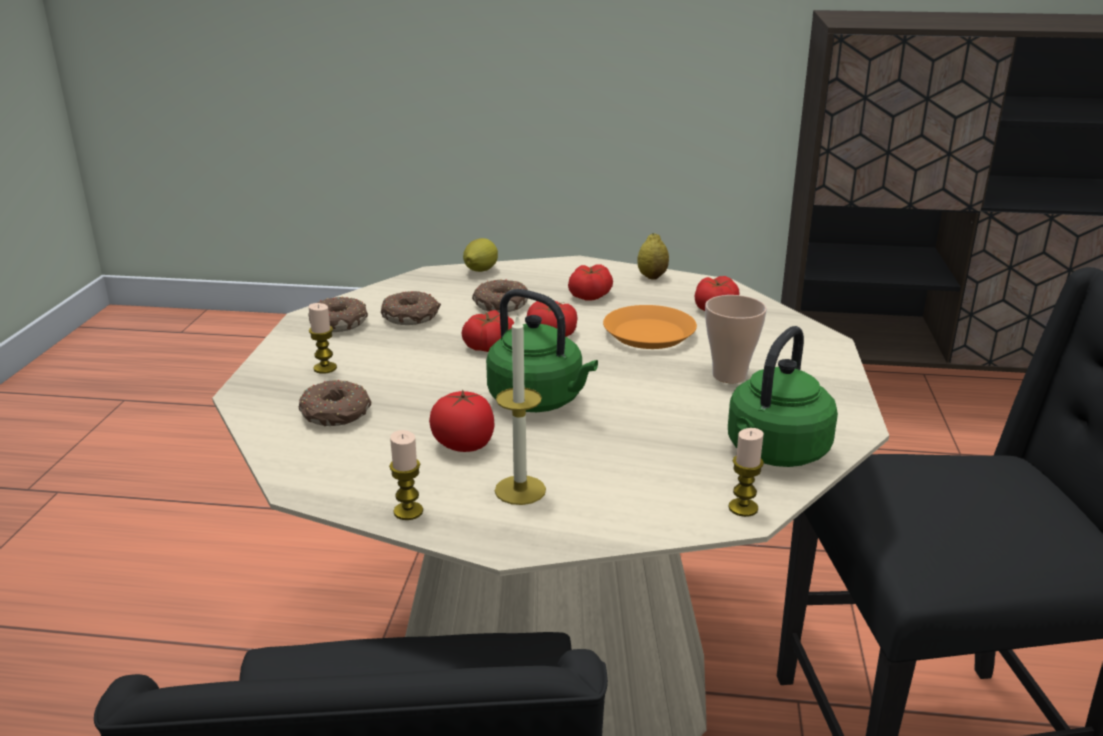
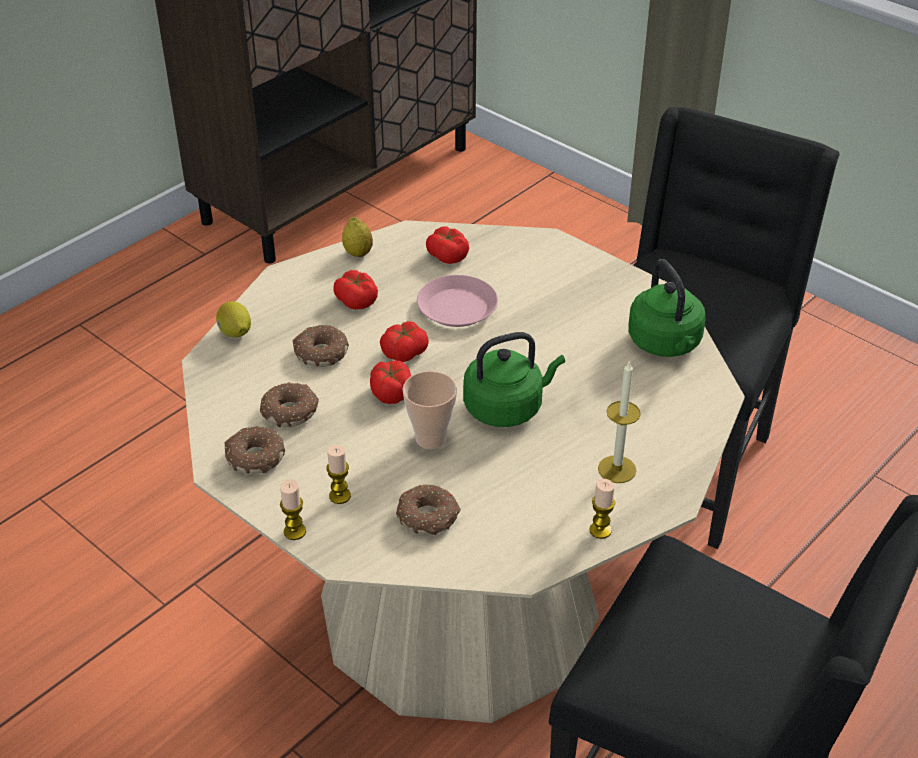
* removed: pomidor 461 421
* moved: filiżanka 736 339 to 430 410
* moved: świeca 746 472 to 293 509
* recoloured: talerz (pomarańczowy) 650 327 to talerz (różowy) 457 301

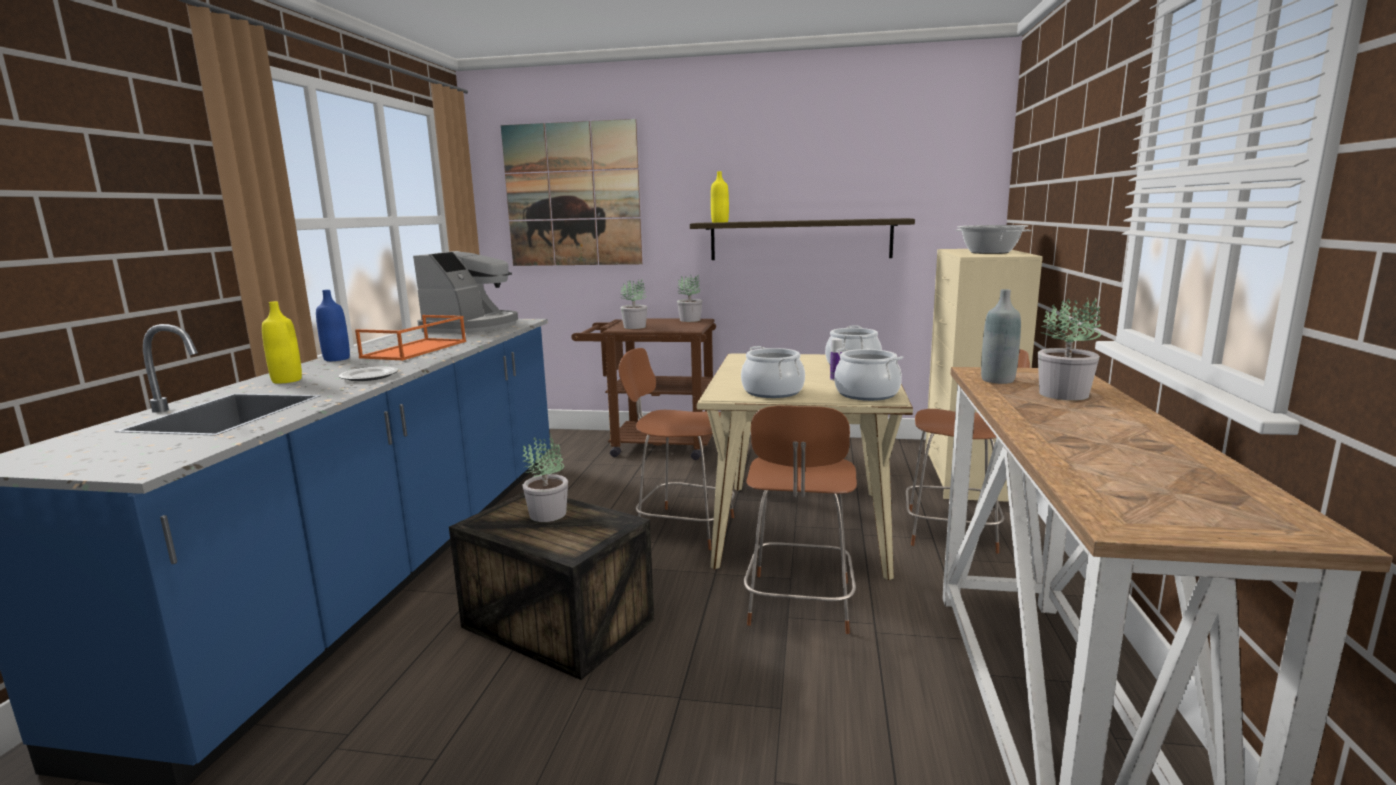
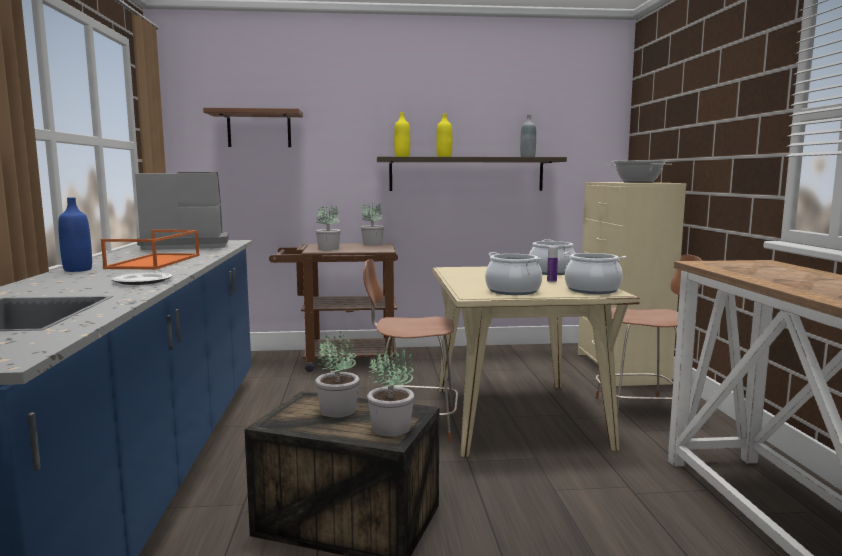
* removed: krzesło (brązowy) 800 520
* moved: butelka (żółty) 282 342 to 444 135
* moved: butelka (szary) 1001 336 to 528 136
* moved: roślina doniczkowa 1069 348 to 390 391
* replaced: obraz 571 192 to półka (brązowy) 253 127
* turned: ekspres do kawy 465 292 = 182 211 105 degrees counterclockwise

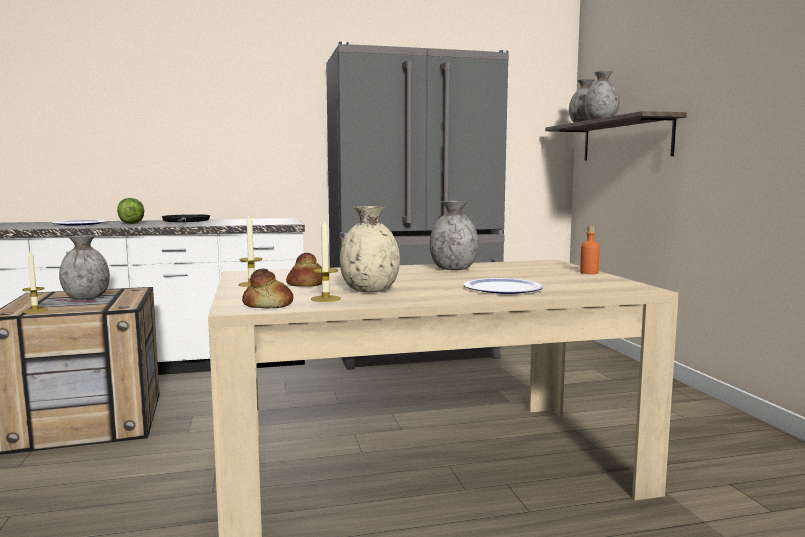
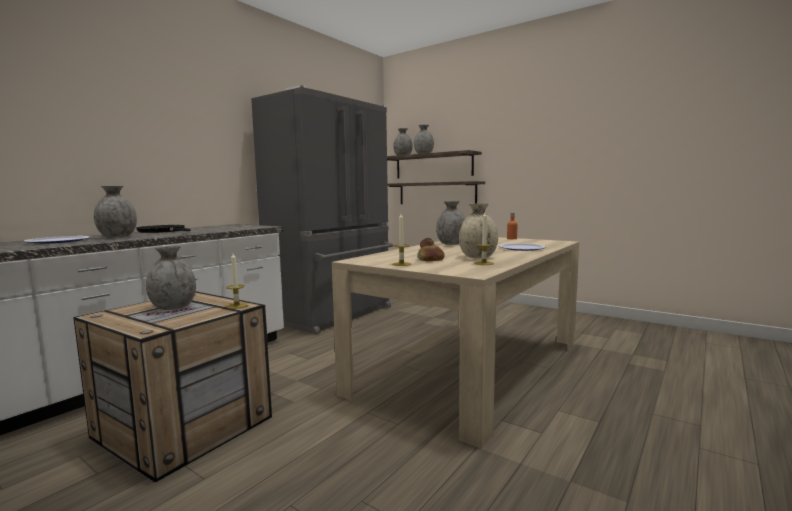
* removed: chleb 267 288
* added: półka 436 192
* moved: świeca 35 282 to 236 281
* replaced: sałata 130 211 to wazon (szary) 115 211

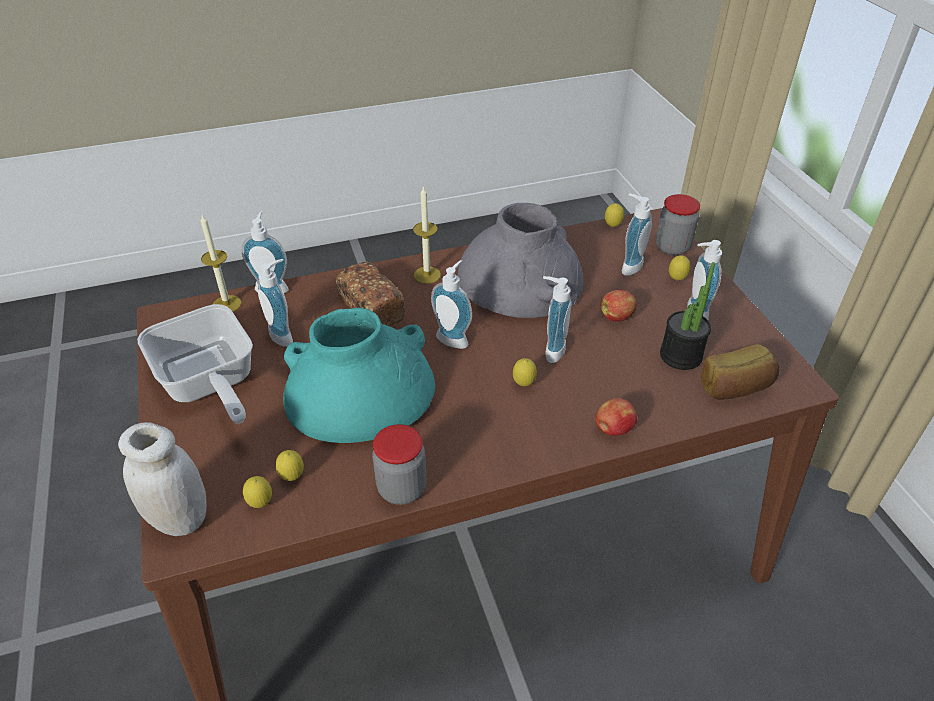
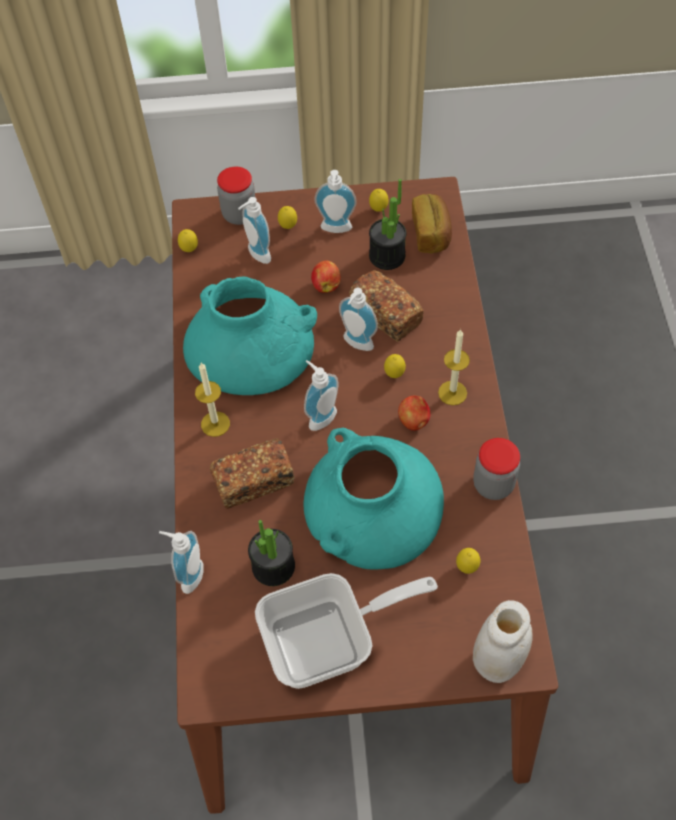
* added: chleb 386 306
* moved: świeca 221 263 to 454 367
* moved: cytryna 257 492 to 379 200
* moved: jabłko 616 417 to 414 413
* replaced: dozownik mydła 275 303 to roślina doniczkowa 271 553
* recoloured: wazon (szary) 521 260 to wazon (turkusowy) 250 336

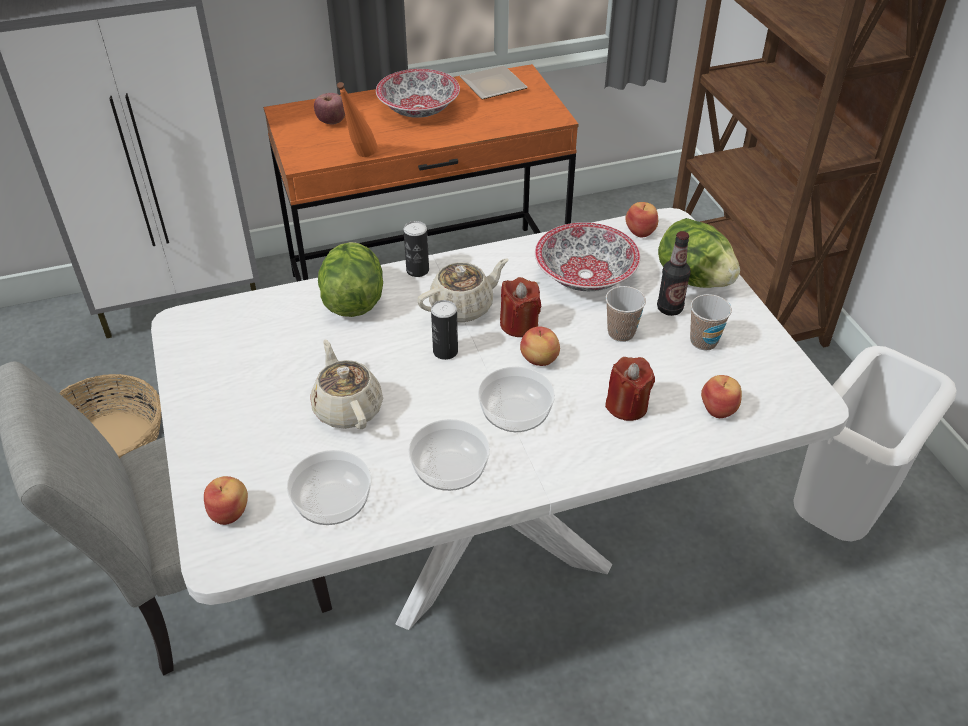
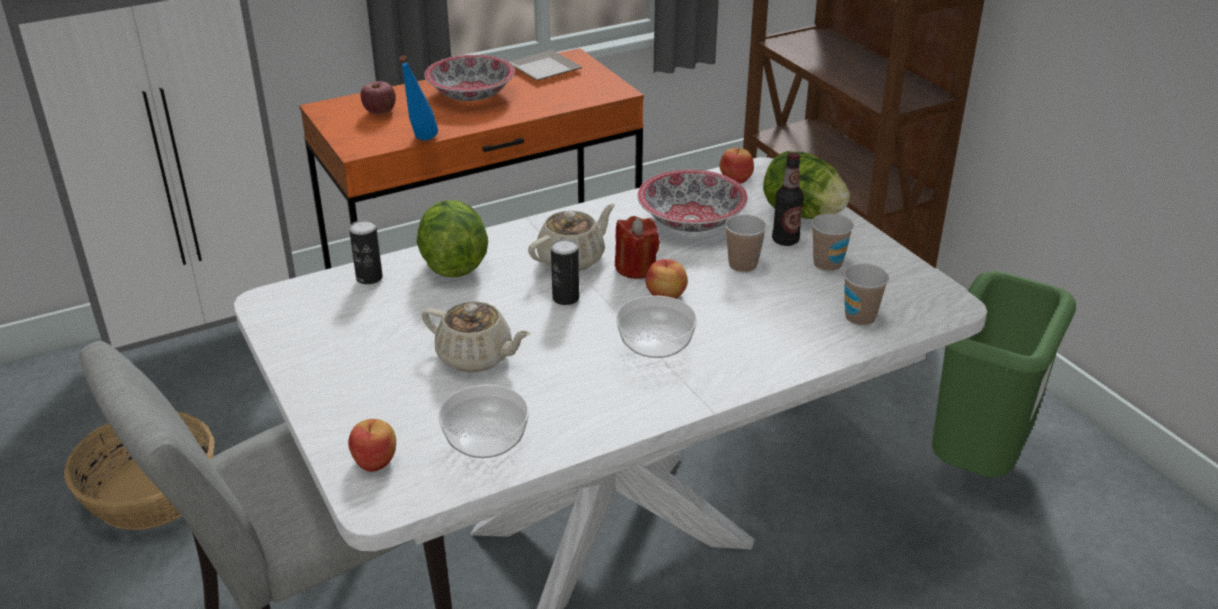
* removed: miska 449 455
* removed: świeca (czerwony) 630 389
* moved: puszka 416 249 to 366 252
* replaced: jabłko 721 396 to filiżanka 866 295
* recoloured: butelka (pomarańczowy) 357 119 to butelka (niebieski) 418 97
* recoloured: kosz na śmieci (biały) 875 444 to kosz na śmieci (zielony) 1004 374
* turned: imbryk (beżowy) 347 384 = 476 336 150 degrees clockwise

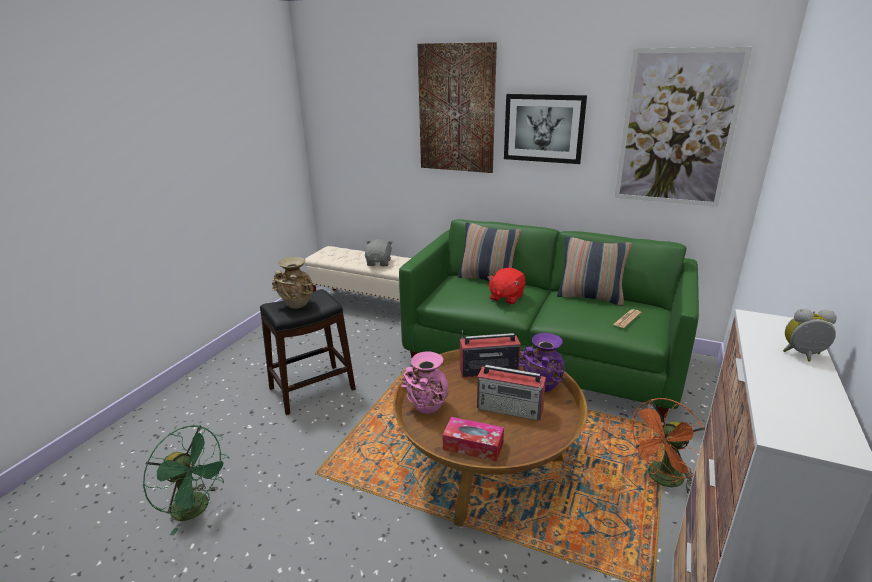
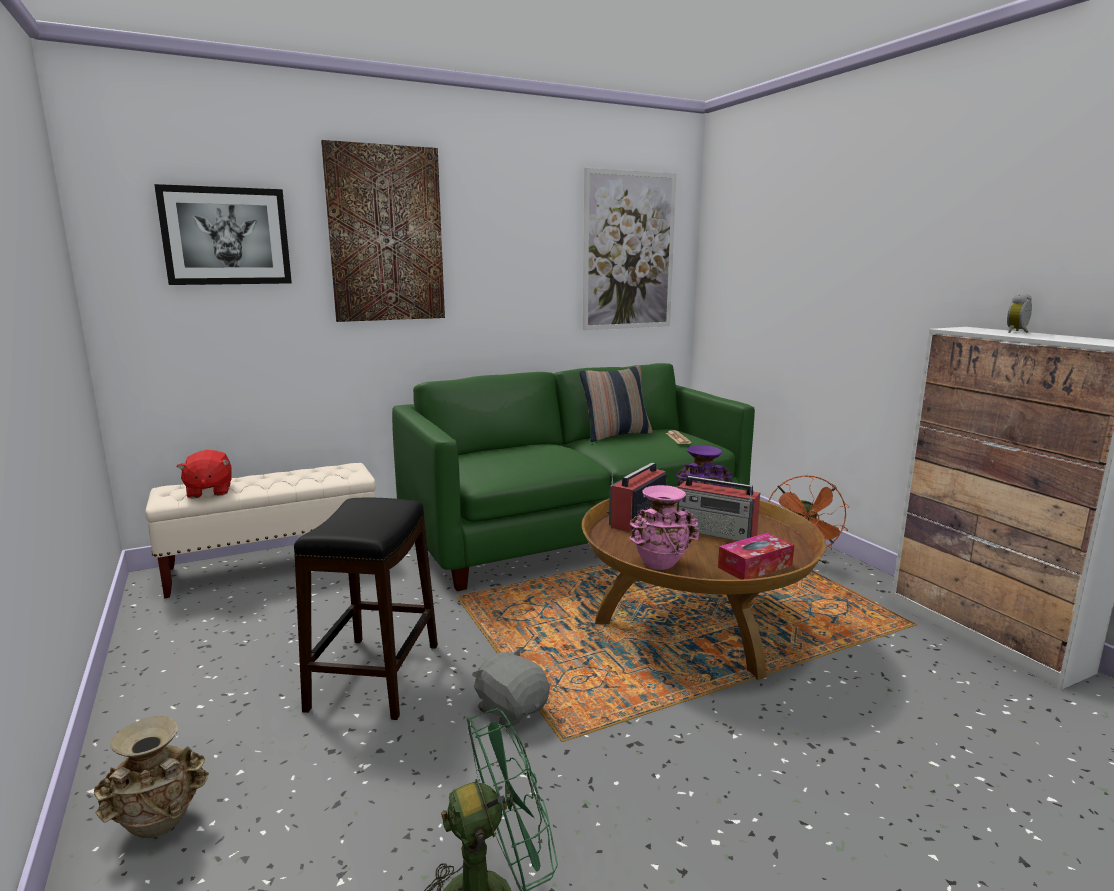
* removed: poduszka 489 251
* moved: wazon (beżowy) 292 283 to 151 777
* moved: pluszak (szary) 379 252 to 511 688
* moved: pluszak (czerwony) 507 286 to 204 474
* moved: obraz 545 129 to 223 234
* turned: radio 511 393 = 718 508 60 degrees clockwise

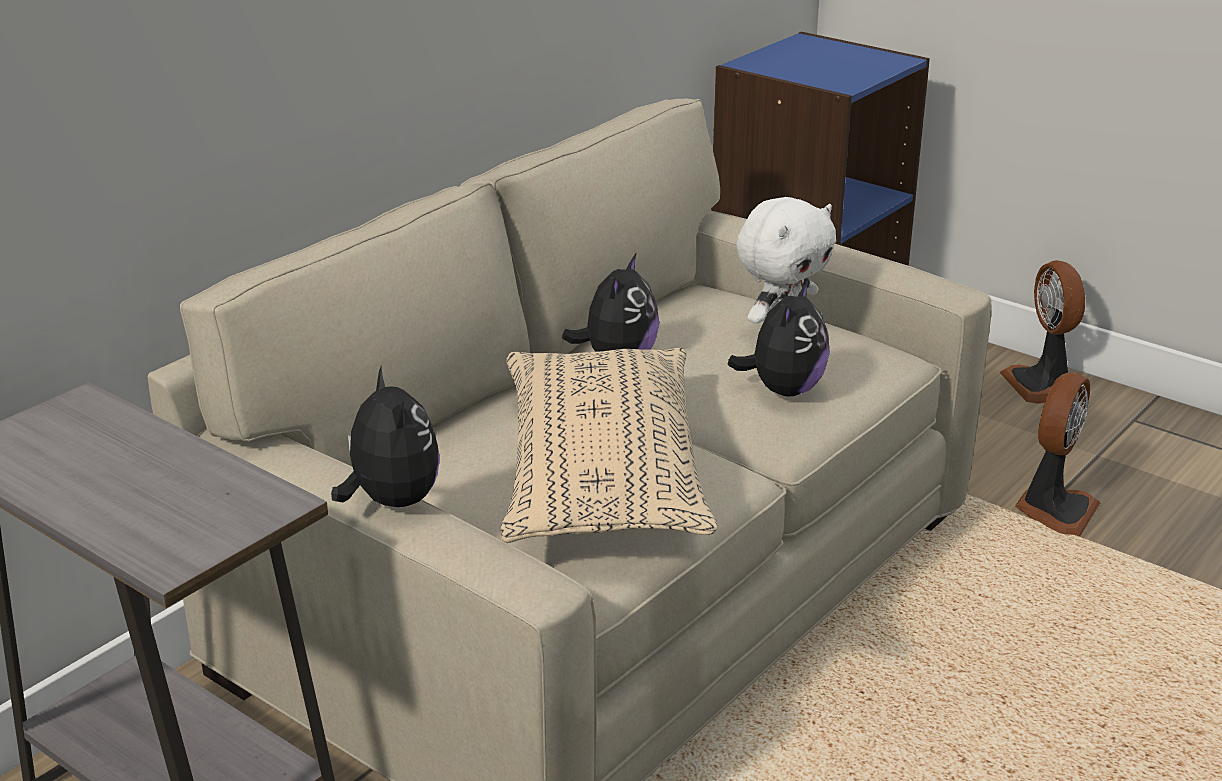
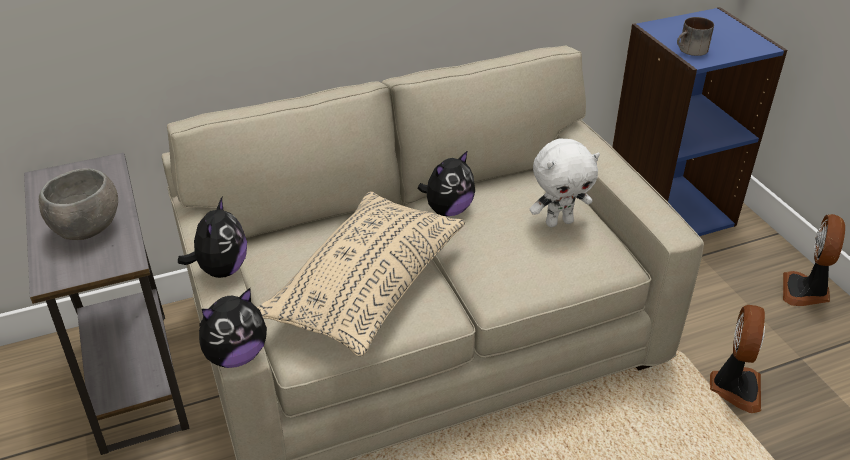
* added: miska (szary) 78 204
* added: kubek 695 36
* moved: pluszak 778 338 to 233 328
* turned: wentylator 1057 455 = 737 359 45 degrees counterclockwise

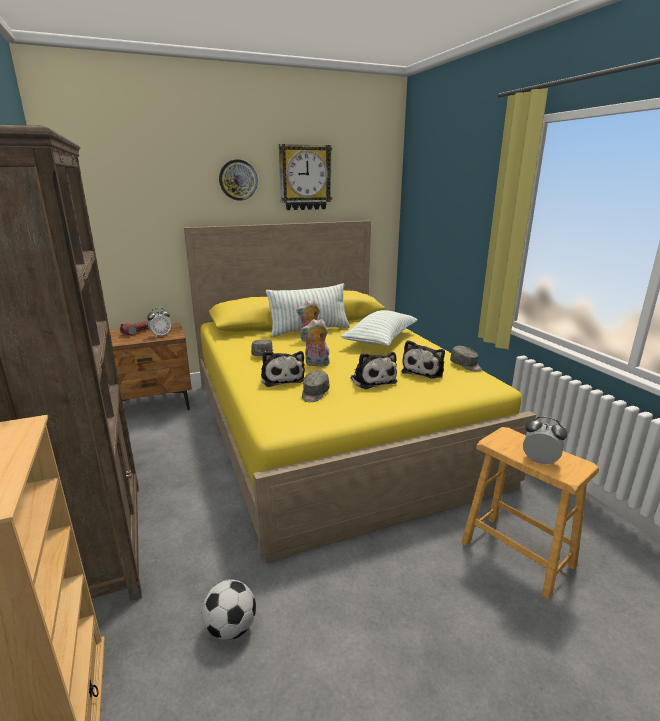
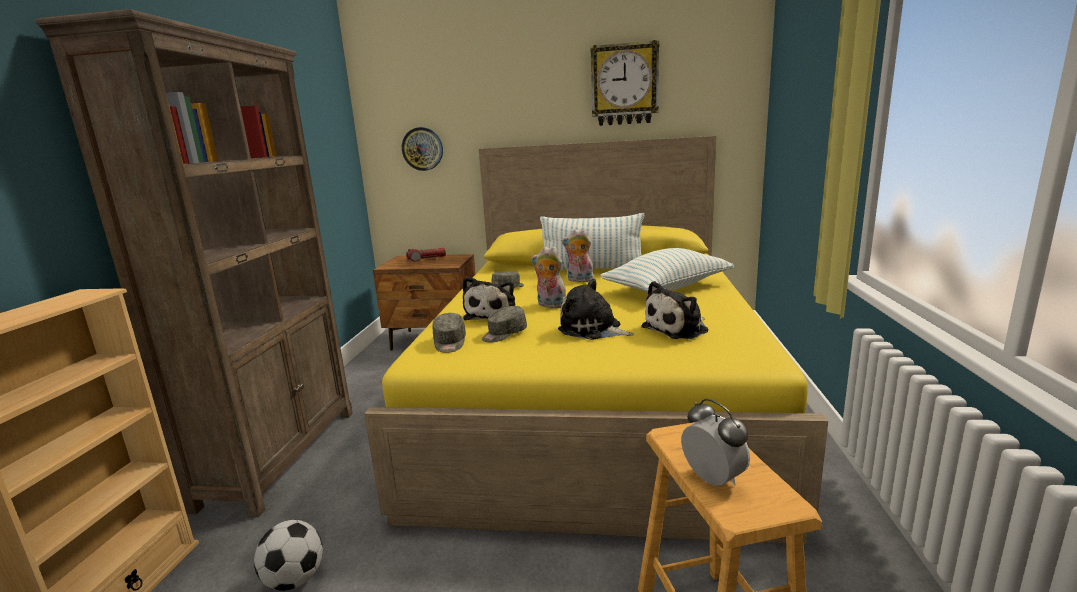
* removed: budzik 159 322
* moved: zegar ścienny 238 180 to 422 149
* moved: czapka z daszkiem (szary) 466 358 to 449 333
* turned: pluszak 373 370 = 596 309 120 degrees clockwise

